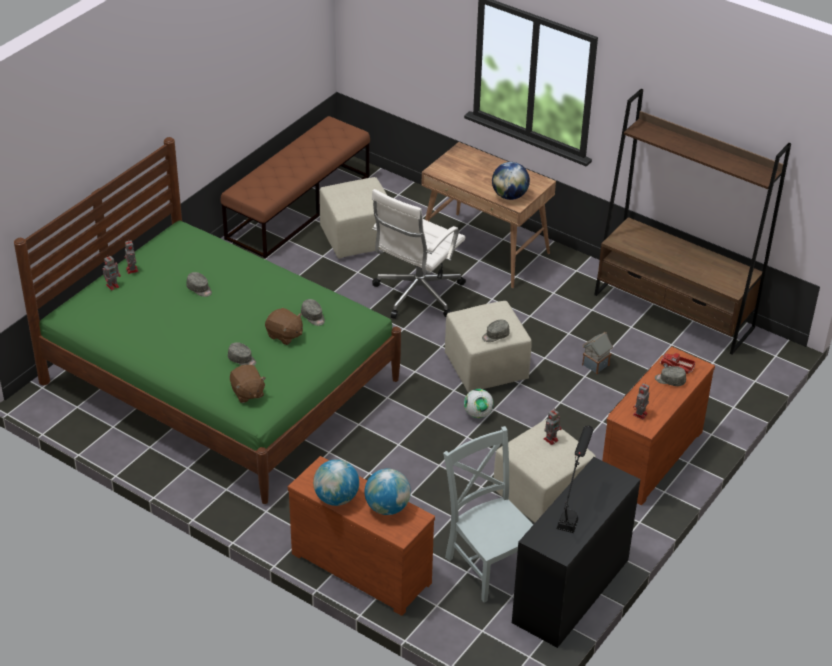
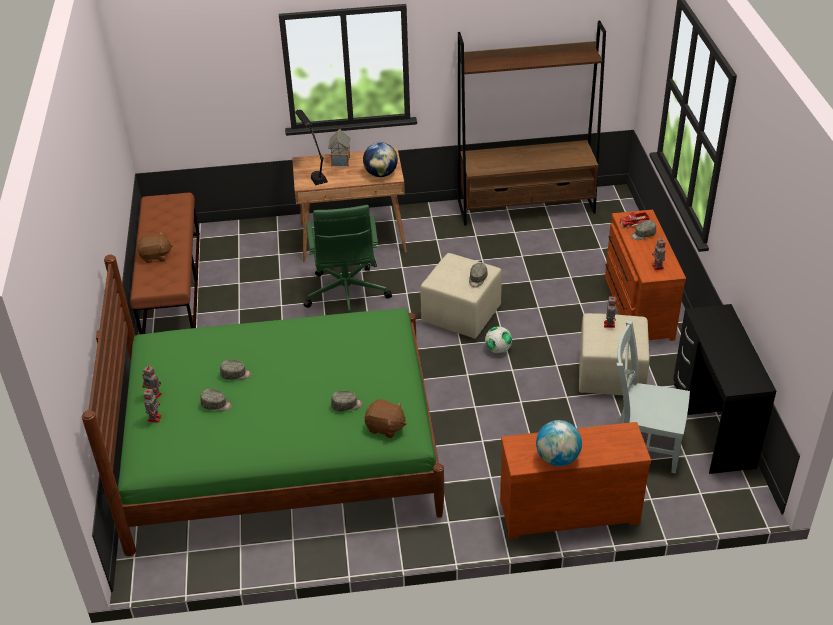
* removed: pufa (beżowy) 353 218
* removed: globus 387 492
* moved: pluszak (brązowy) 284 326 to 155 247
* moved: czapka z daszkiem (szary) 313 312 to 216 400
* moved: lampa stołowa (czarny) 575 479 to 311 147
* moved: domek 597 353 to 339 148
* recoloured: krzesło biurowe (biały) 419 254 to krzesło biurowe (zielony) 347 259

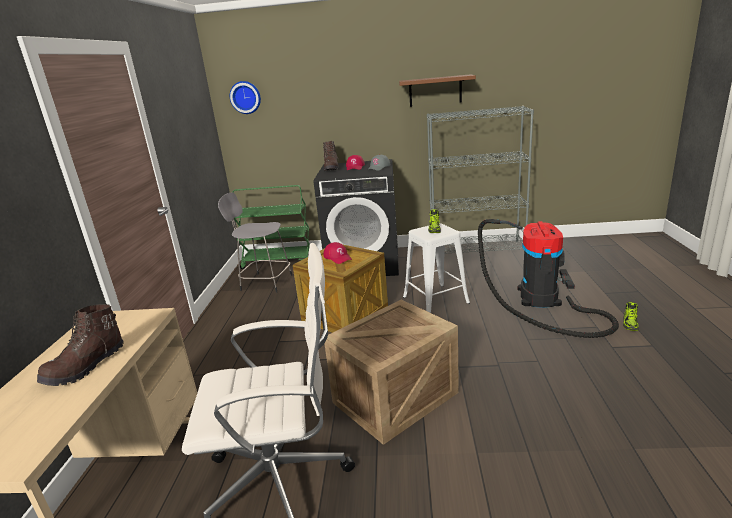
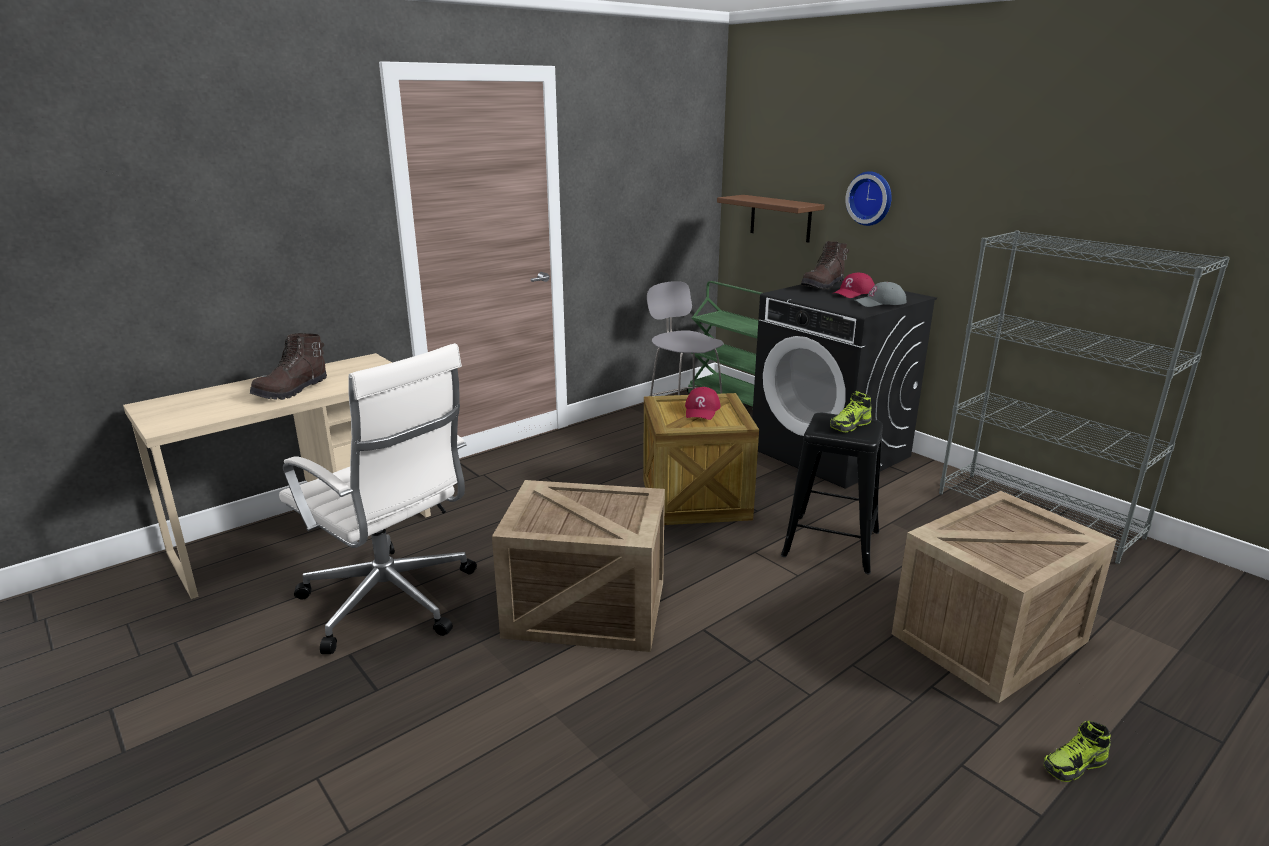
* moved: zegar ścienny 245 97 to 868 198
* moved: półka (brązowy) 437 90 to 770 219
* replaced: odkurzacz 548 278 to skrzynka 1004 597
* recoloured: stołek (biały) 436 268 to stołek (czarny) 832 493
* turned: but z cholewką (brązowy) 80 345 = 288 366 45 degrees counterclockwise

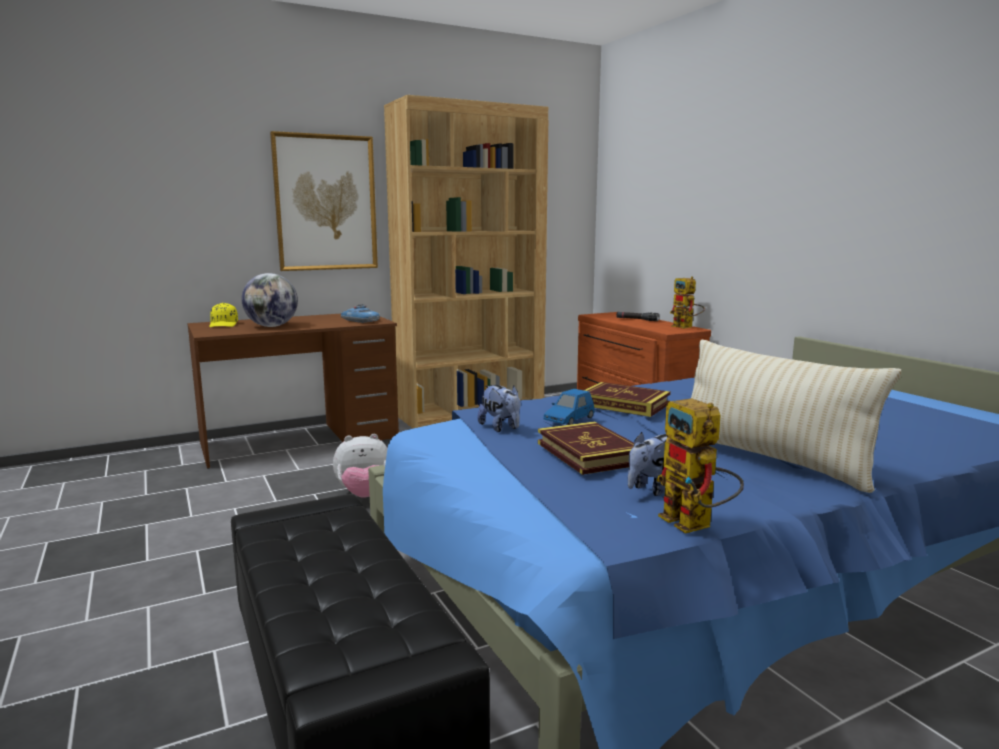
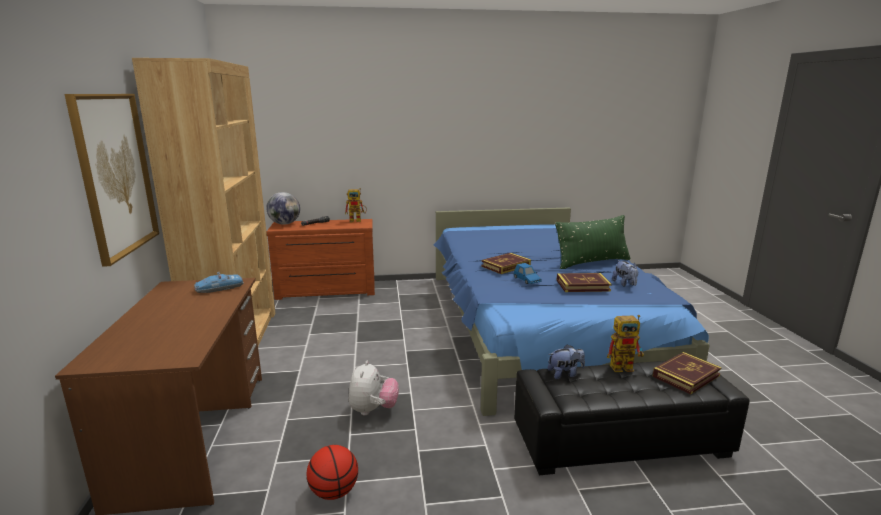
* removed: czapka z daszkiem (żółty) 223 315
* added: piłka do koszykówki 332 472
* added: książka 687 373
* moved: globus 269 300 to 283 208
* moved: pluszak 499 408 to 566 361
* moved: robot zabawkowy 700 466 to 625 343
* recoloured: poduszka (beżowy) 796 416 to poduszka (zielony) 593 242

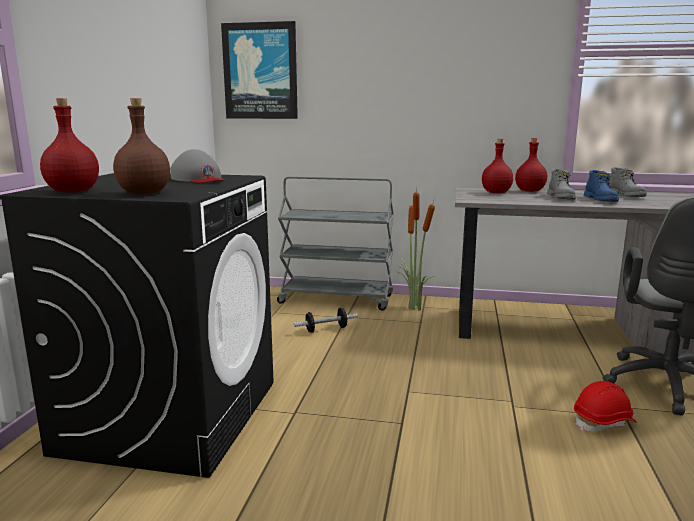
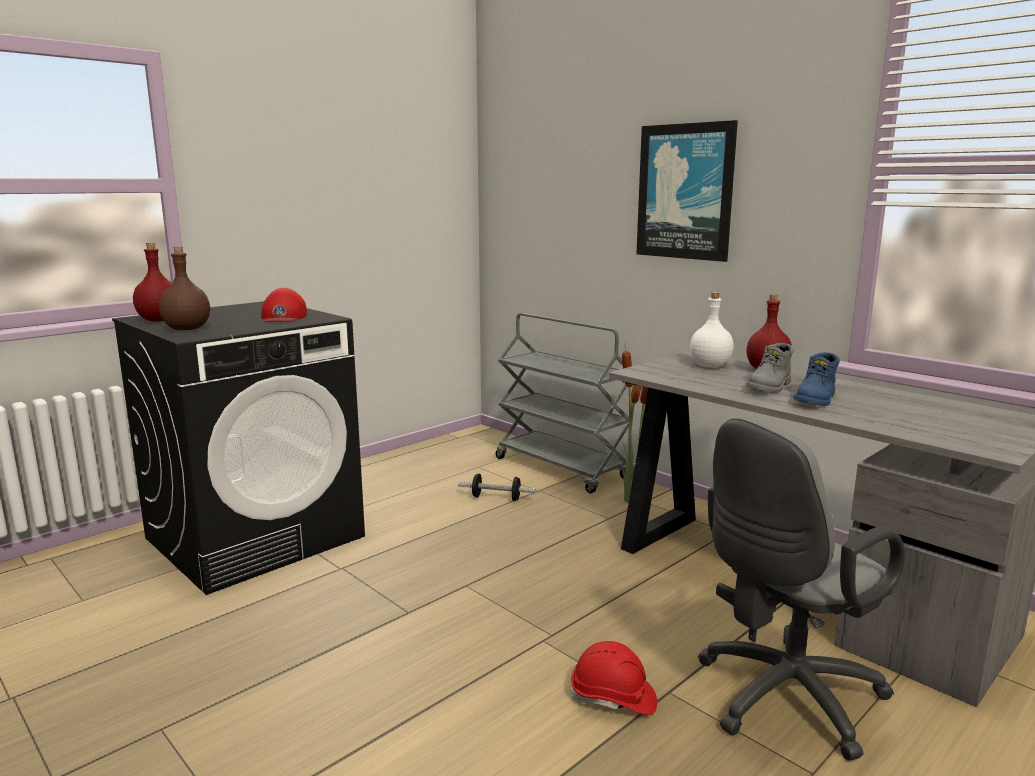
* removed: but z cholewką (szary) 628 182
* moved: obraz 259 70 to 687 191
* recoloured: czapka z daszkiem (szary) 197 166 to czapka z daszkiem (czerwony) 284 305
* recoloured: butelka (czerwony) 497 166 to butelka (biały) 712 330

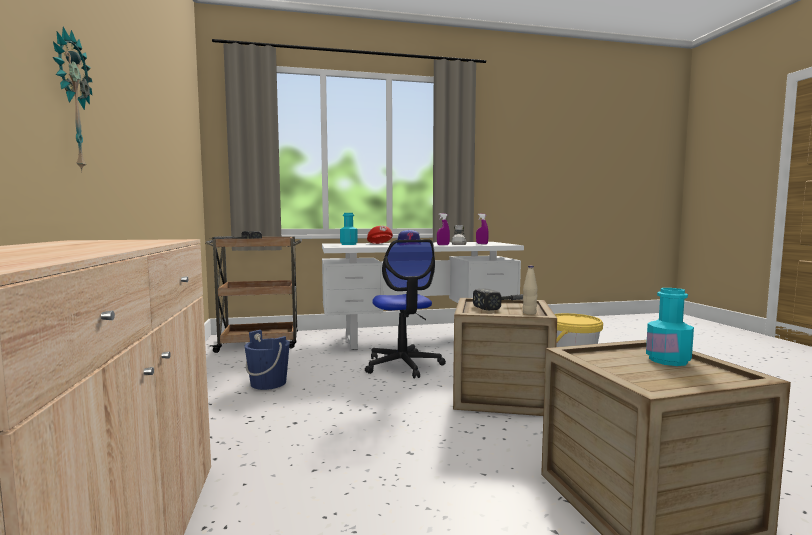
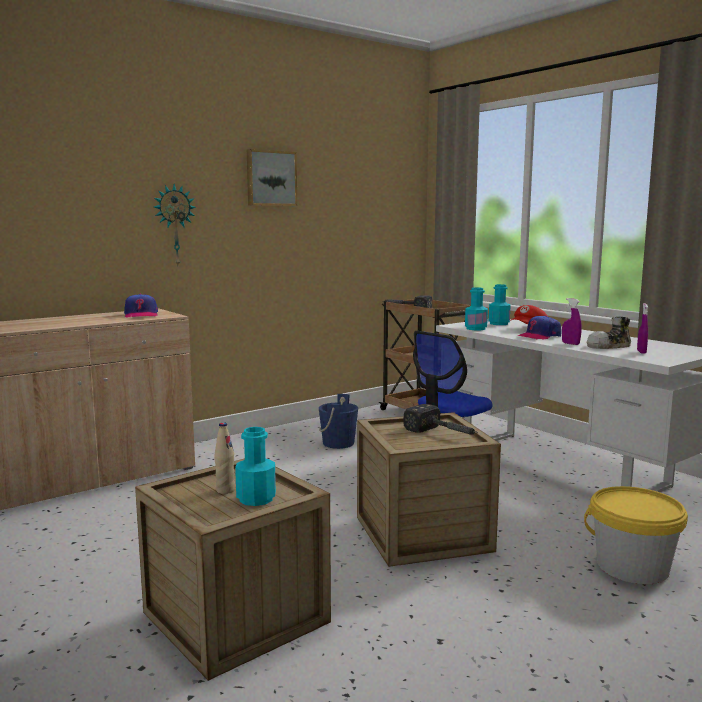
* added: czapka z daszkiem 141 305
* added: obraz 272 177
* added: butelka (turkusowy) 476 308
* moved: butelka (beżowy) 530 290 to 225 458

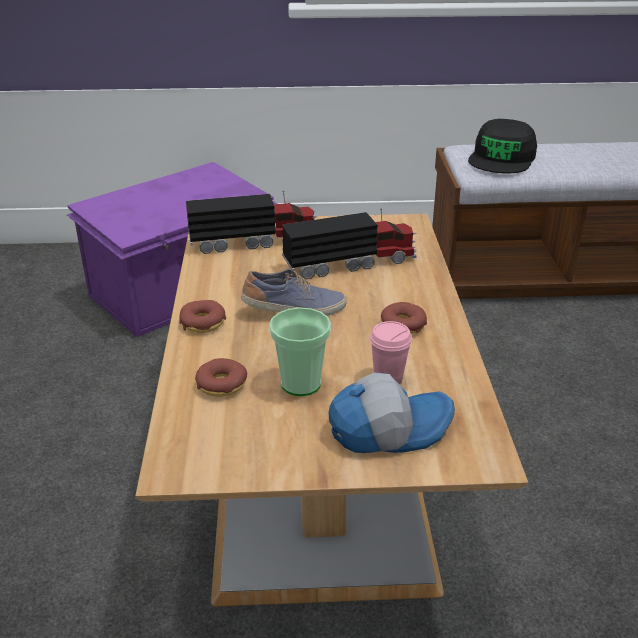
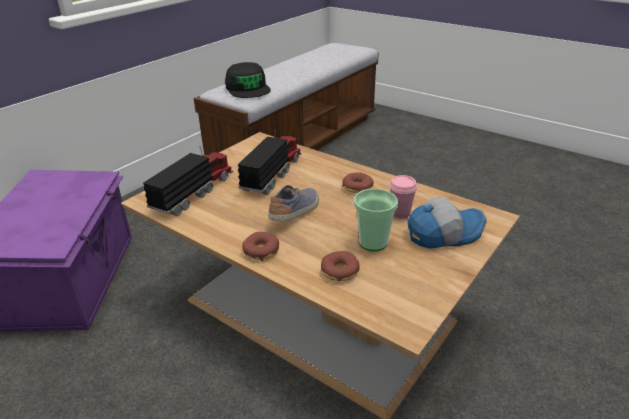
* turned: czapka z daszkiem 392 413 = 447 223 45 degrees clockwise

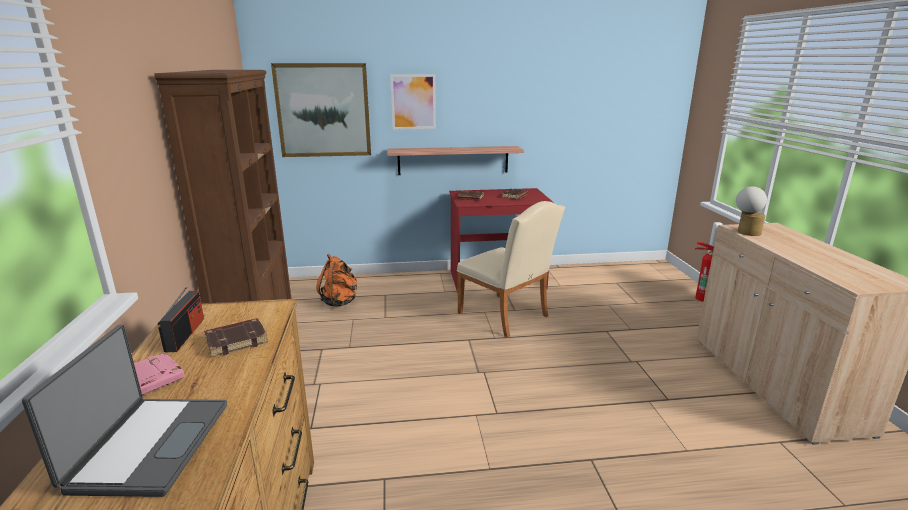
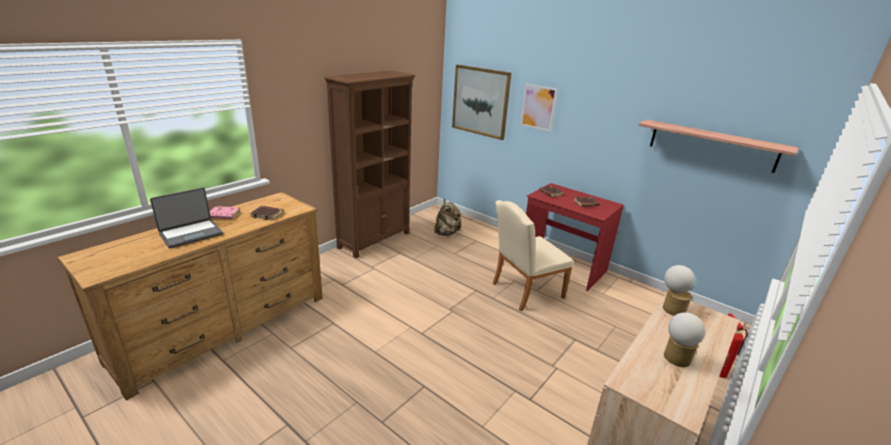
* removed: radio 181 319
* added: lampa stołowa 684 339
* moved: półka 455 160 to 718 146
* recoloured: plecak (pomarańczowy) 336 280 to plecak (beżowy) 447 217
* turned: krzesło (beżowy) 511 269 = 532 255 60 degrees clockwise

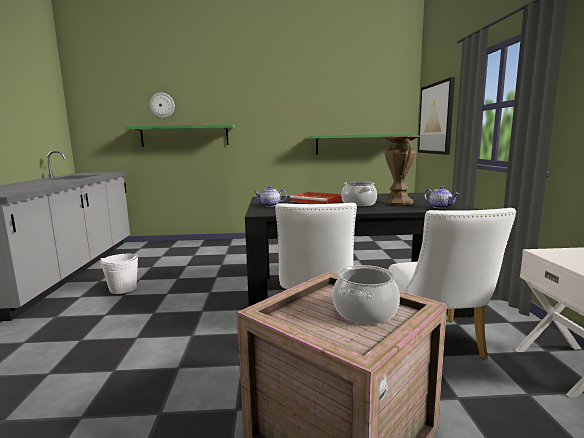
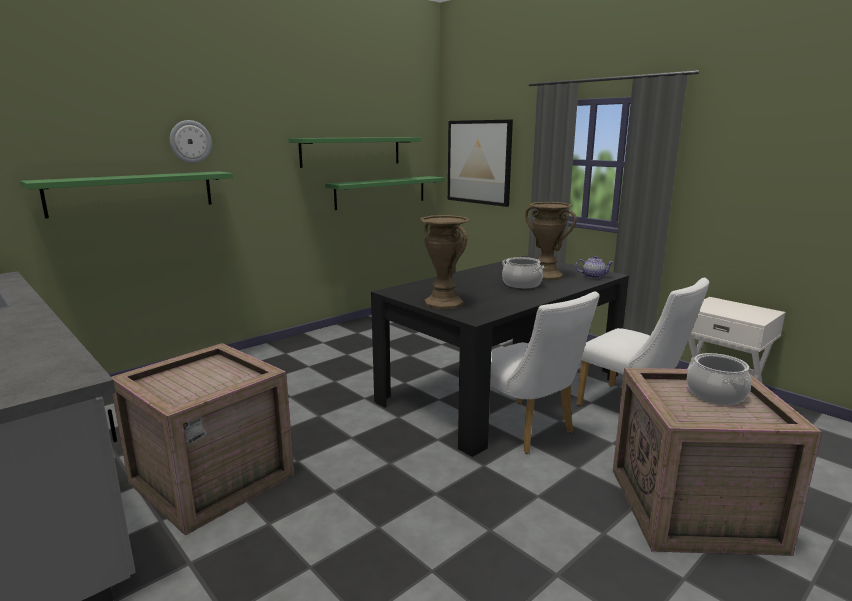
* removed: taca (czerwony) 316 198
* added: półka (zielony) 355 152
* moved: zegar ścienny 162 105 to 190 141
* replaced: wiadro (biały) 119 274 to skrzynka 203 439
* replaced: imbryk 270 196 to wazon (brązowy) 445 262

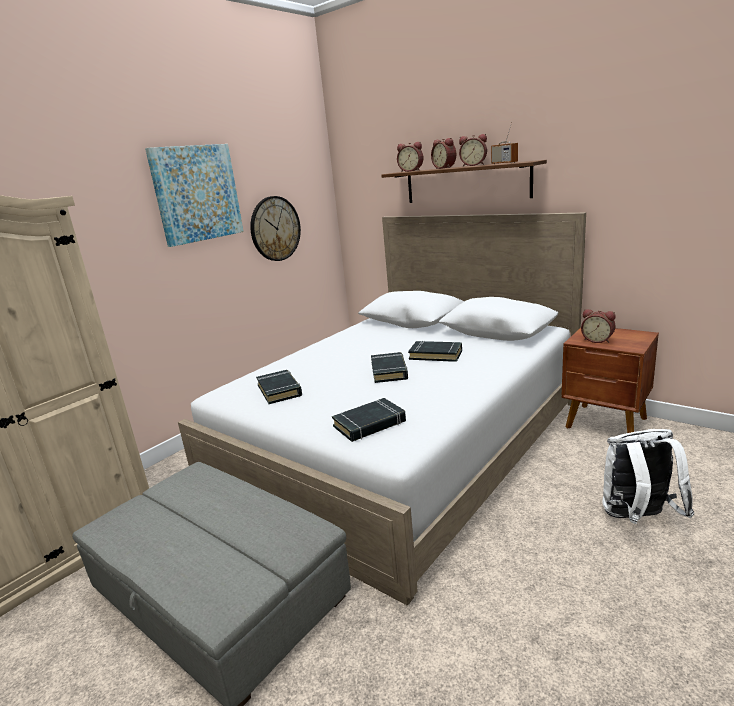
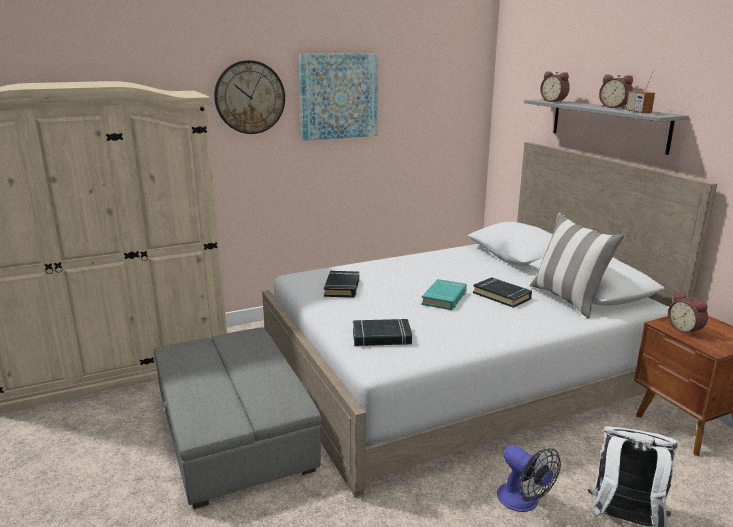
* removed: budzik 443 153
* added: wentylator 529 478
* added: poduszka 577 265
* moved: zegar ścienny 275 228 to 249 97
* recoloured: książka (czarny) 389 367 to książka (turkusowy) 444 294
* recoloured: półka (brązowy) 464 181 to półka (szary) 606 127

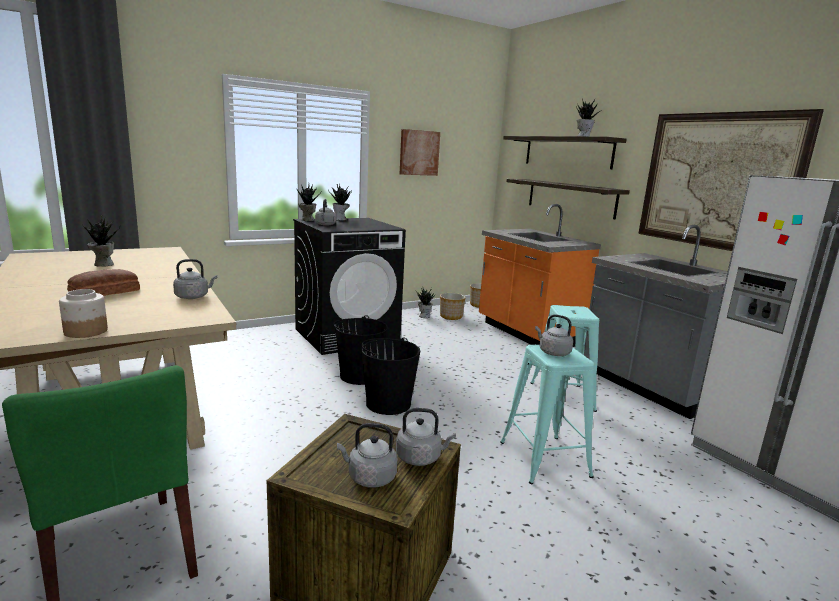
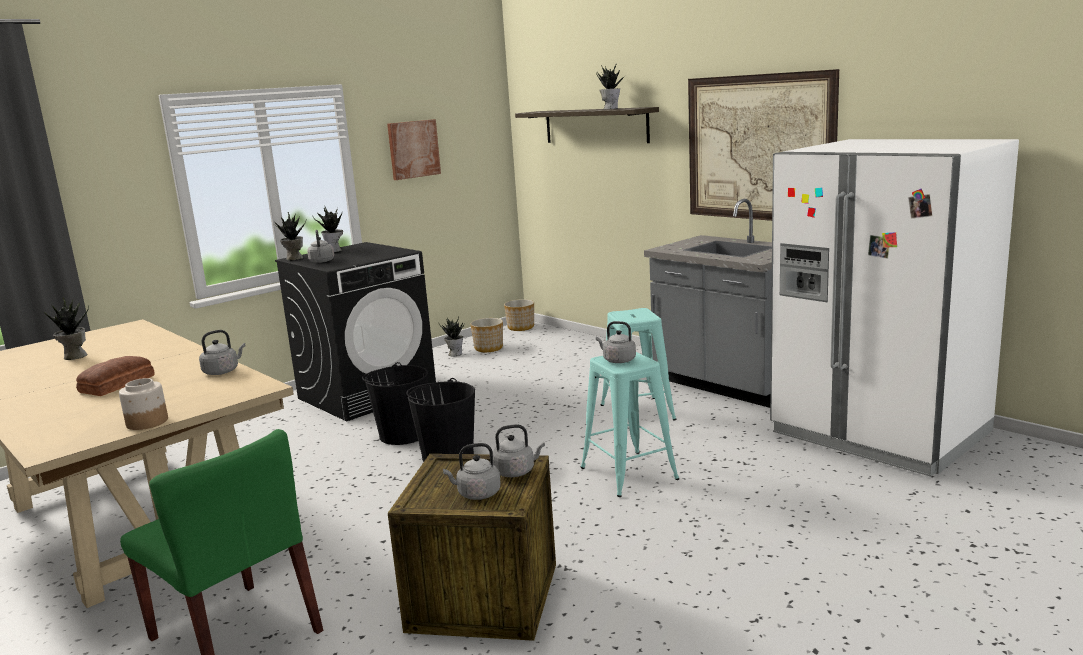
* removed: zabudowa kuchenna (pomarańczowy) 540 275
* removed: półka 568 199

